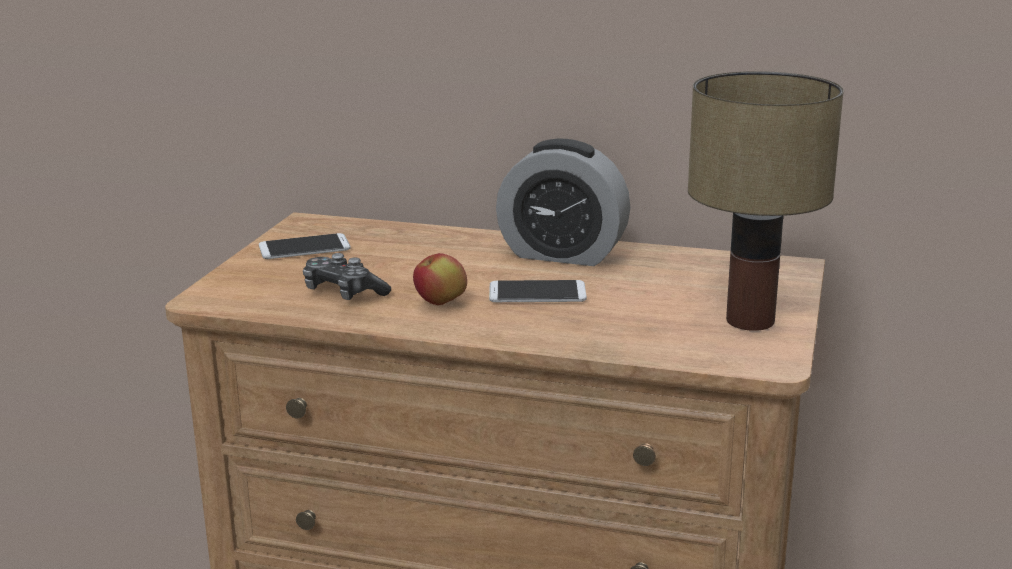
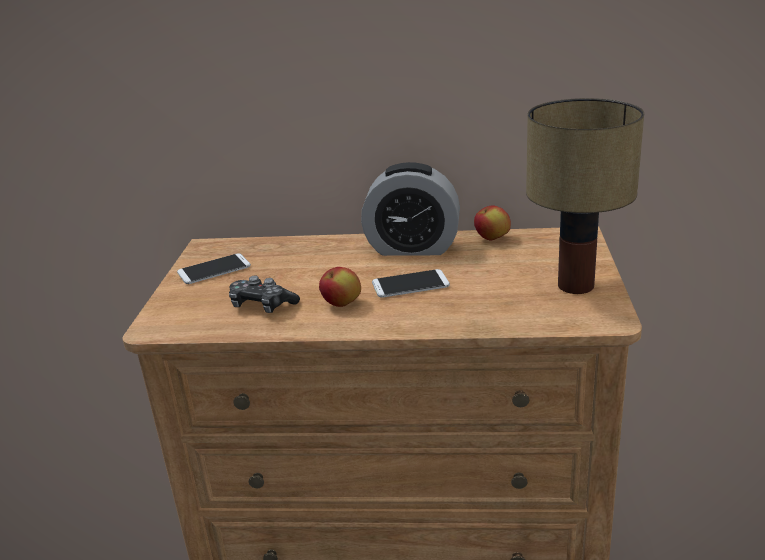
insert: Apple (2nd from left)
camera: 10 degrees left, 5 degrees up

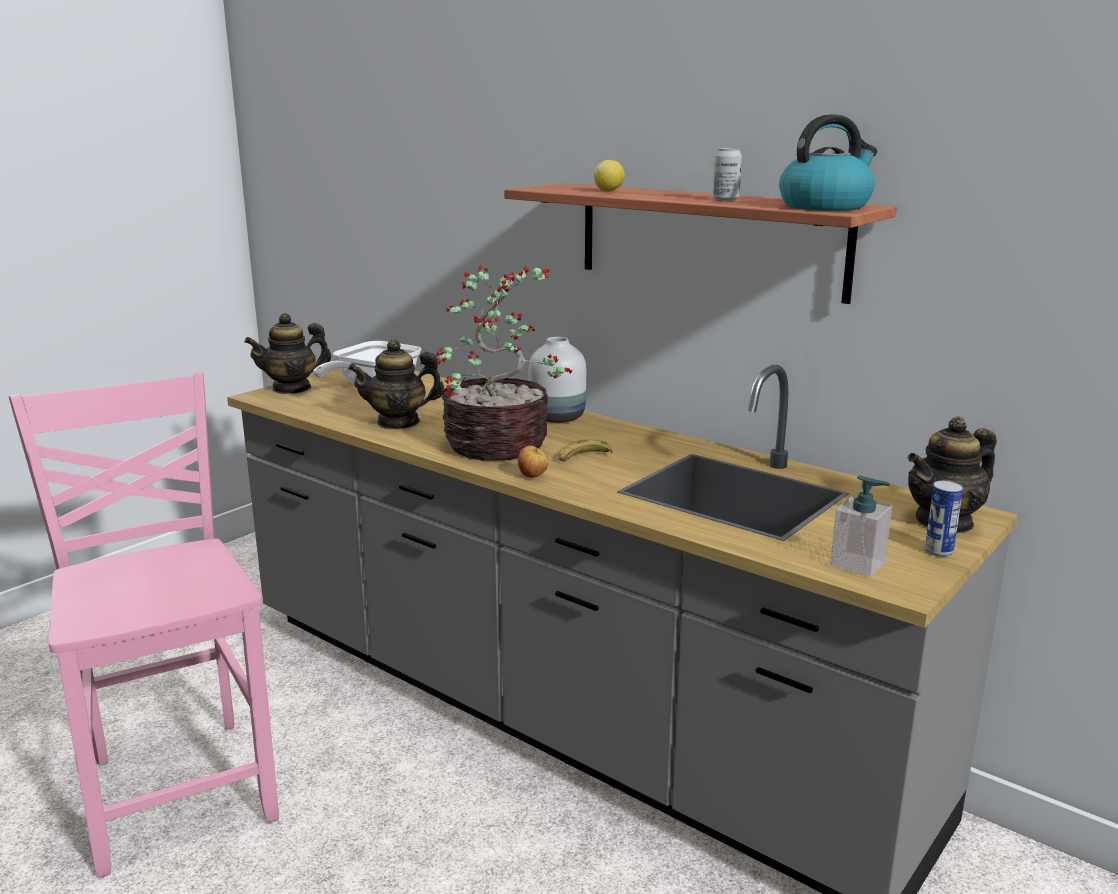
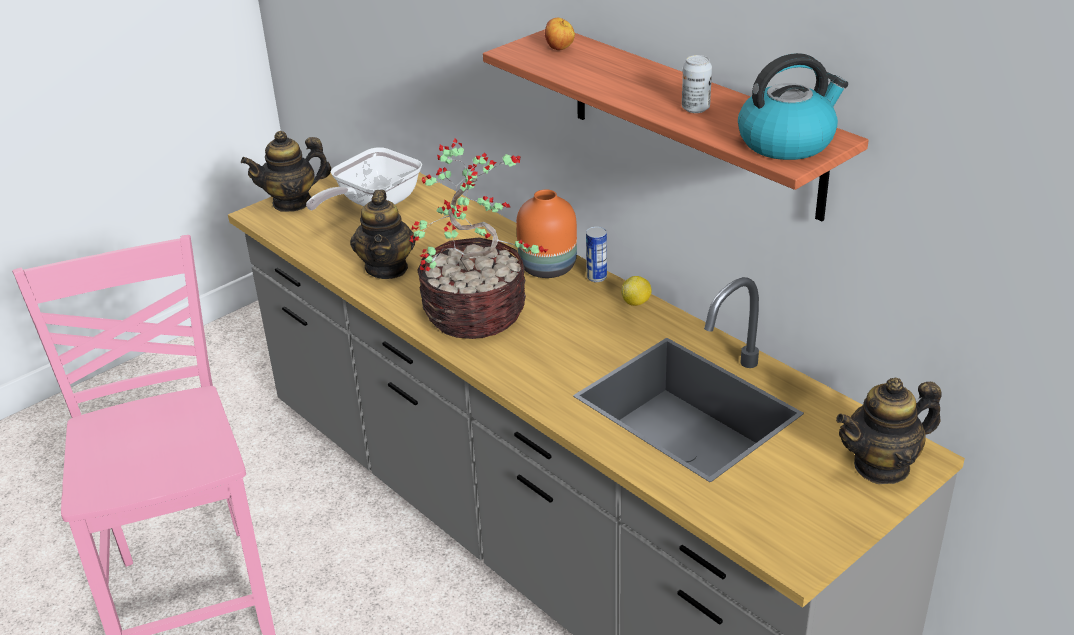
delete: Banana; SoapDispenser
move: Apple; Lemon; Can (2nd from left in the first image) to Can (1st from left)
recolor: WhiteVase to OrangeVase
rotate: Teapot (2nd from left) 90 degrees counterclockwise
camera: 10 degrees right, 15 degrees up

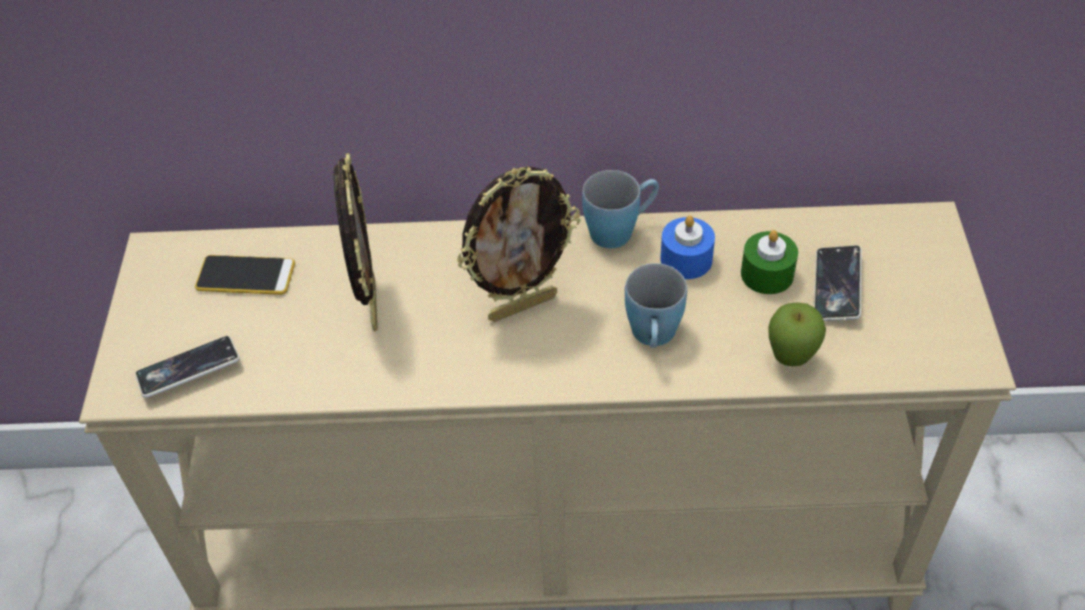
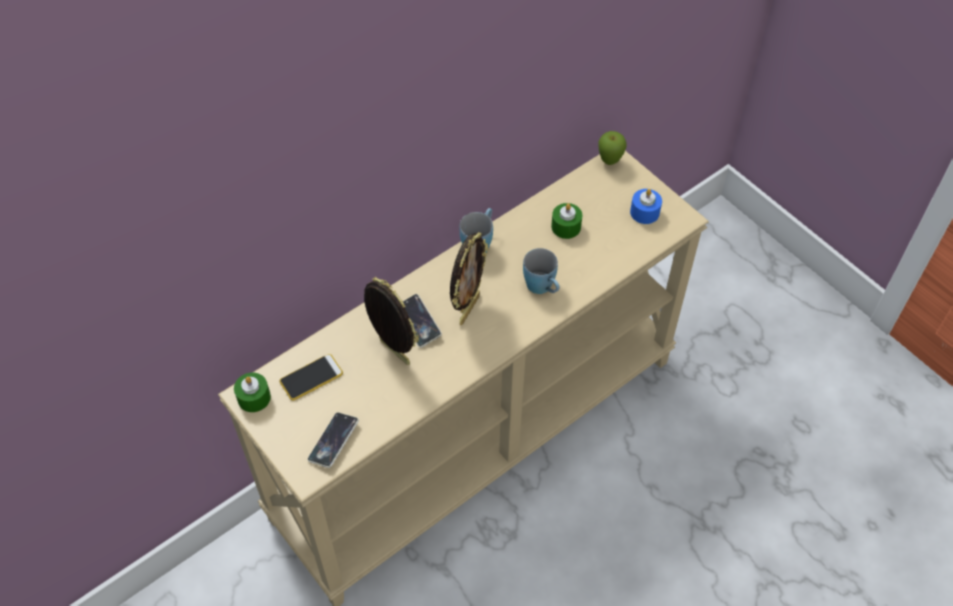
insert: GreenCandle (1st from left)
move: BlueCandle; Apple; Phone (3rd from left)
camera: 40 degrees left, 5 degrees up

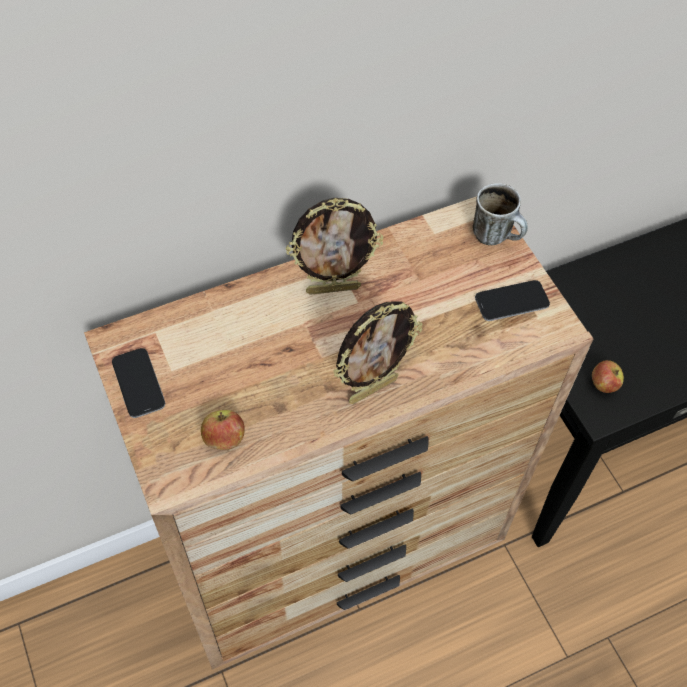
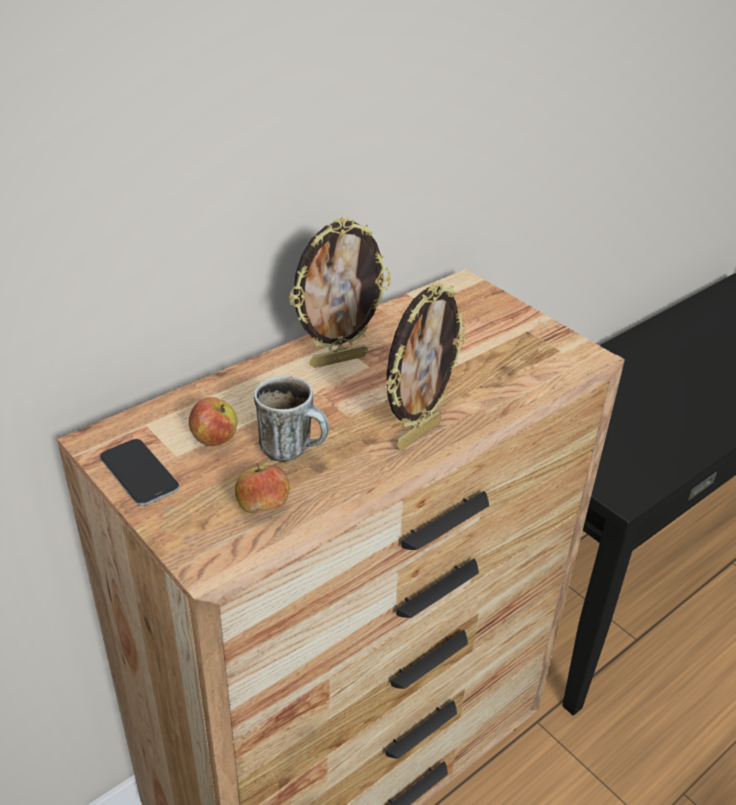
delete: Phone (2nd from left)
move: Mug; Apple (2nd from left in the first image) to Apple (1st from left)
camera: 15 degrees left, 20 degrees down

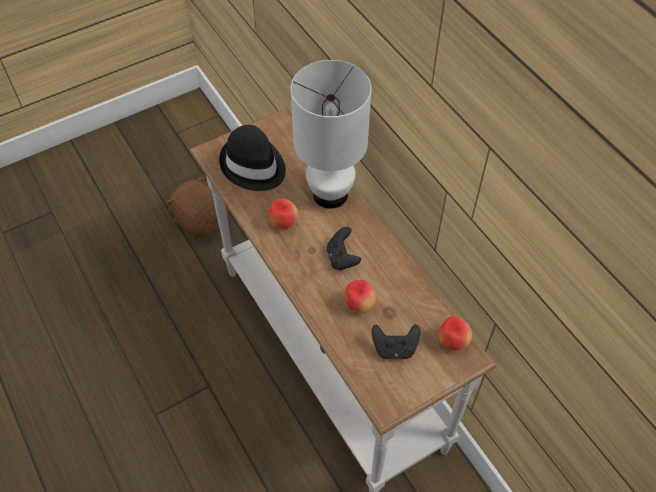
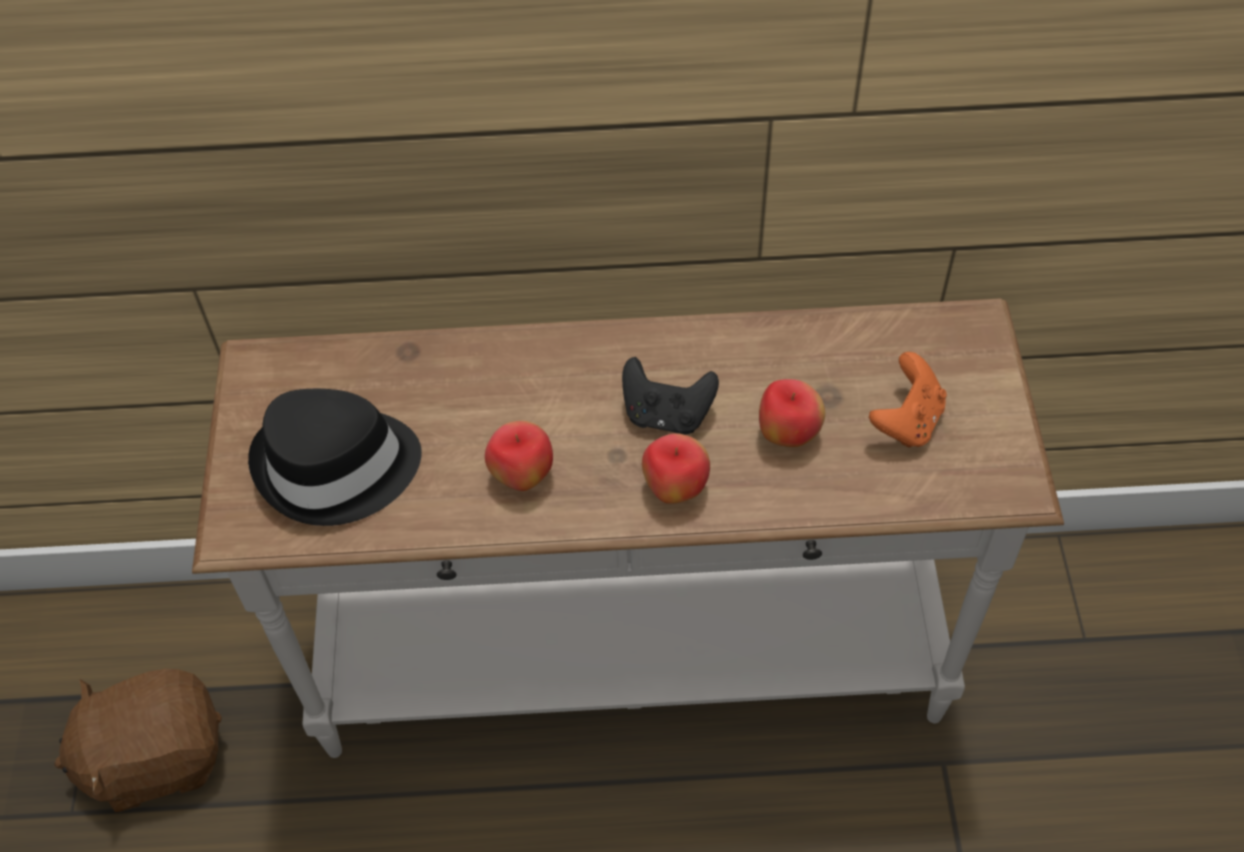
delete: WhiteTableLamp
move: Apple (3rd from left in the first image) to Apple (2nd from left)
recolor: BlackGameController (2nd from left) to OrangeGameController
camera: 60 degrees left, 0 degrees up

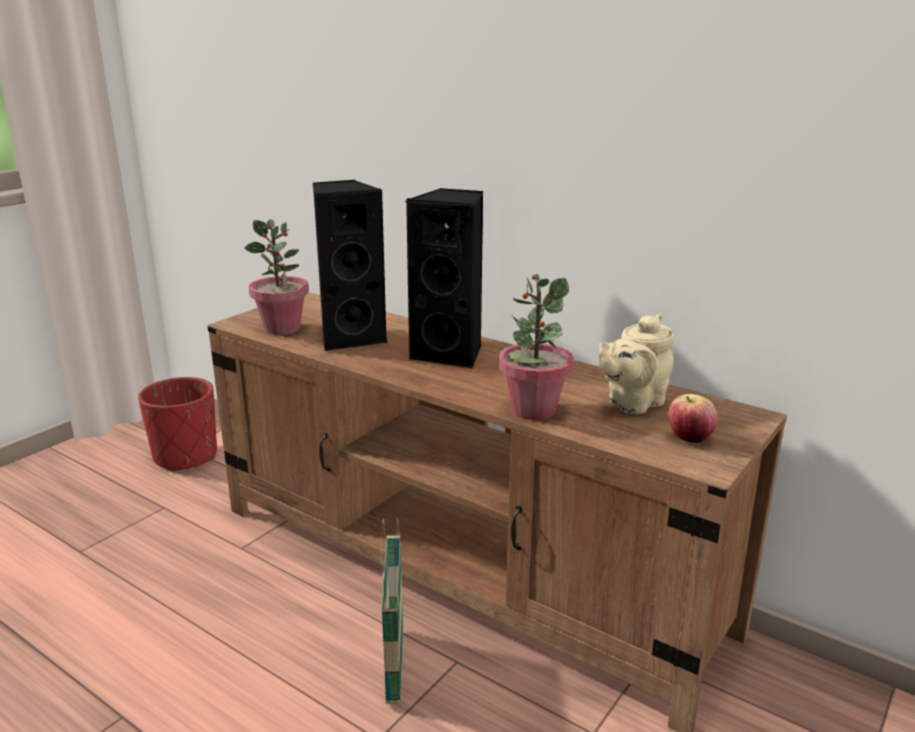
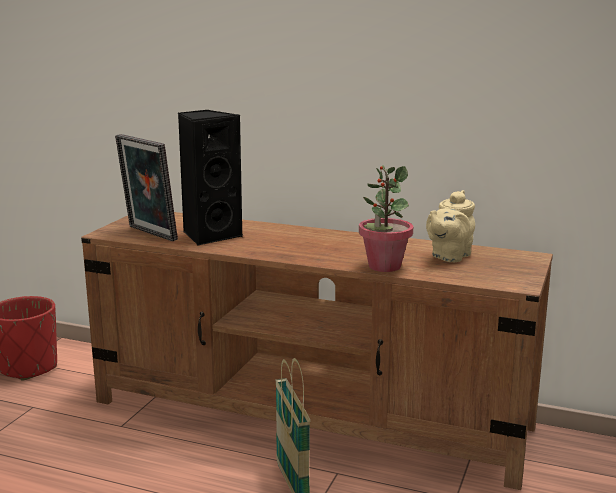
delete: BlackSpeaker (2nd from left); Apple
replace: PottedPlant (1st from left) to PictureFrame
camera: 15 degrees left, 5 degrees down

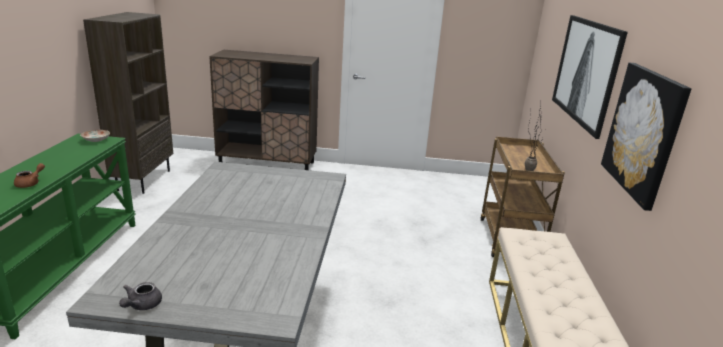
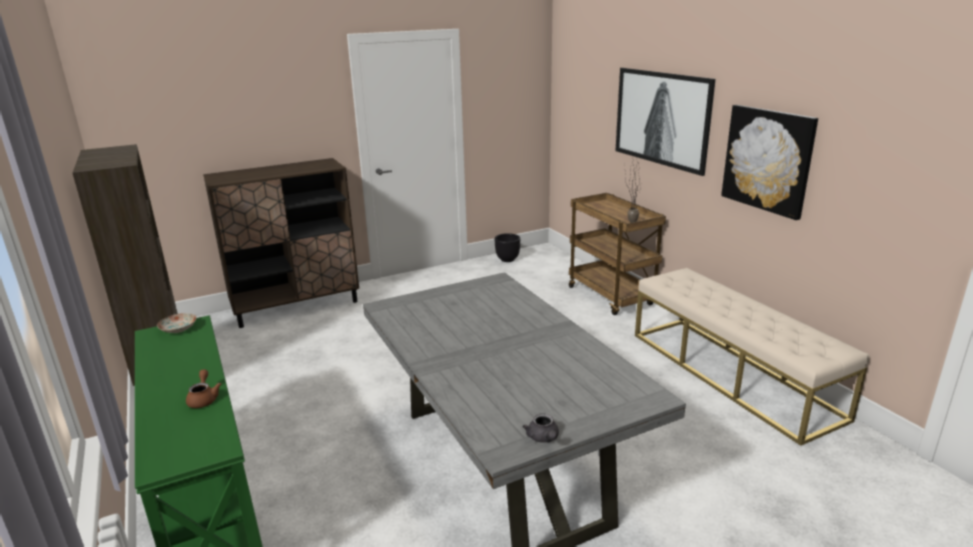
insert: BlackPlanter
camera: 30 degrees left, 0 degrees up

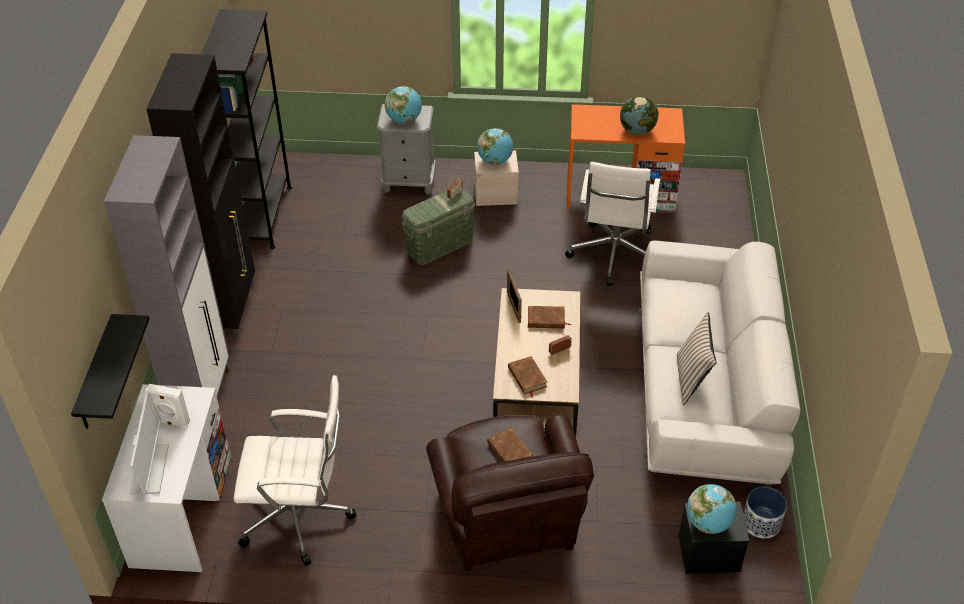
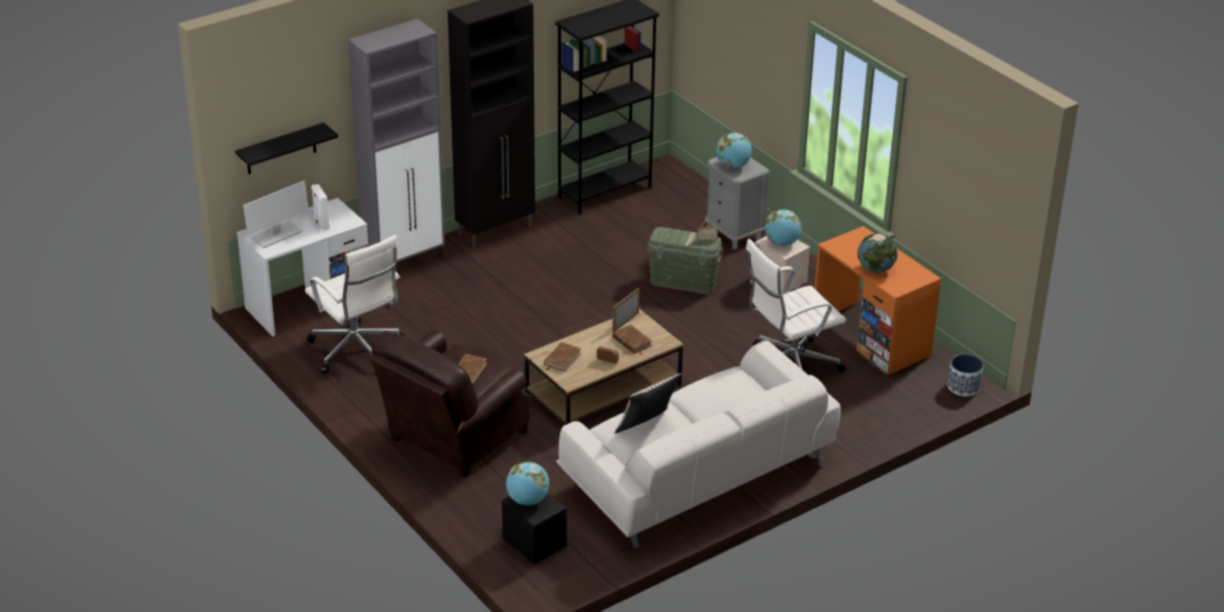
move: Planter
camera: 50 degrees right, 10 degrees down

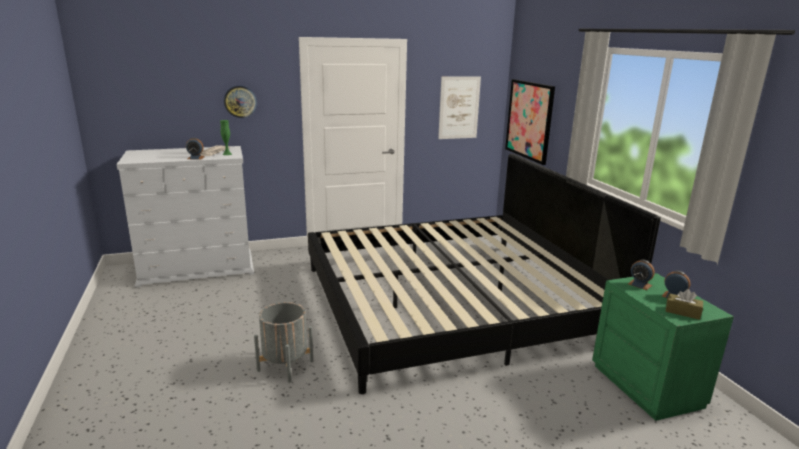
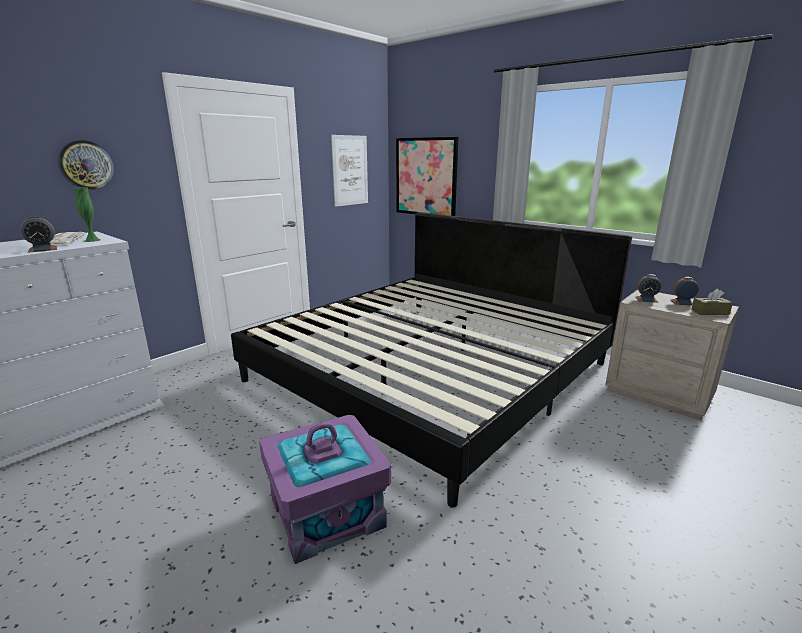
replace: GreyPlanter to PurpleStorageBox
recolor: GreenNightstand to BeigeNightstand
camera: 30 degrees left, 0 degrees up

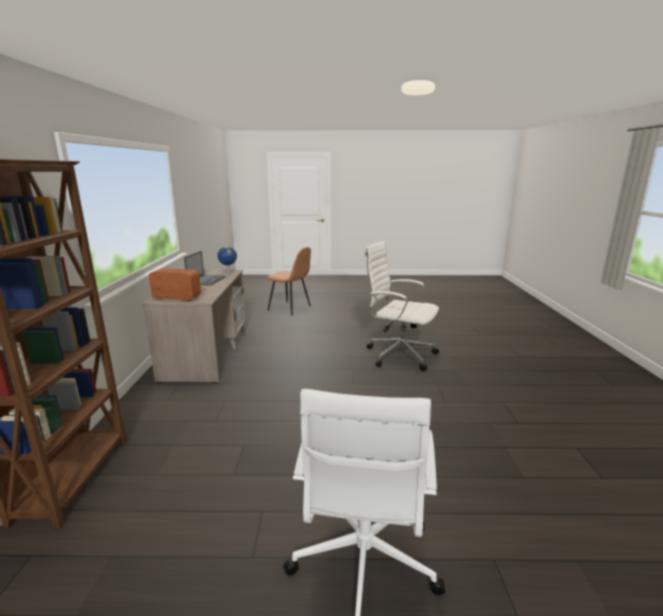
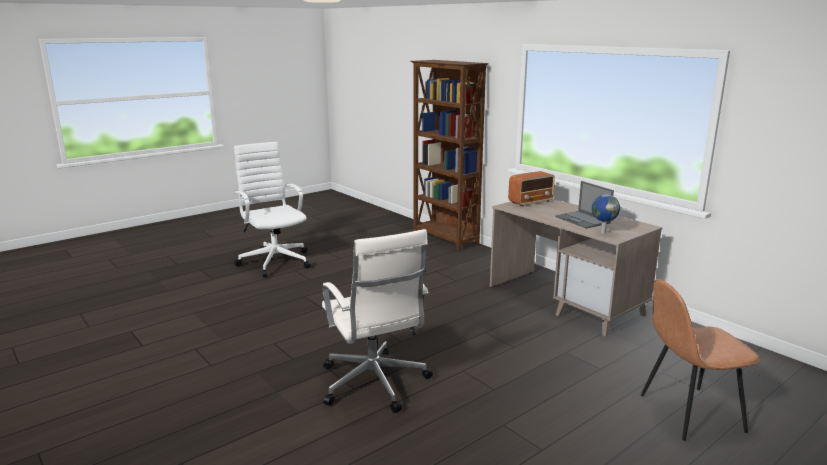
rotate: WhiteOfficeChair (2nd from left) 75 degrees clockwise
camera: 140 degrees right, 0 degrees up

